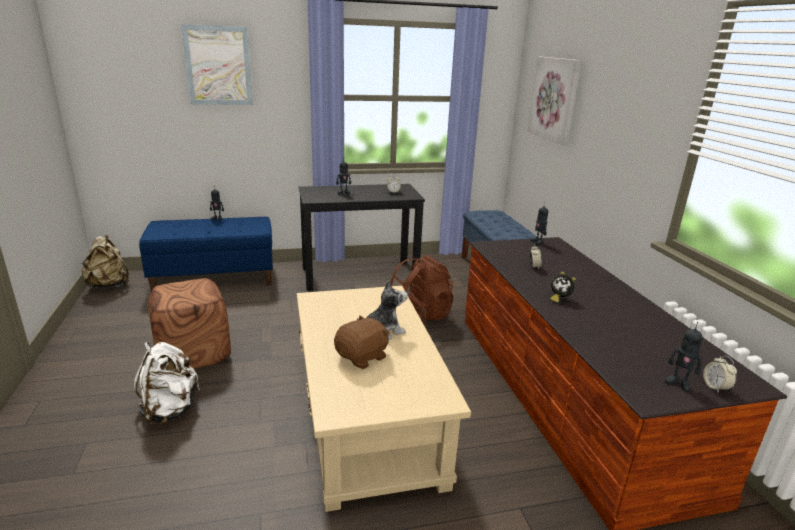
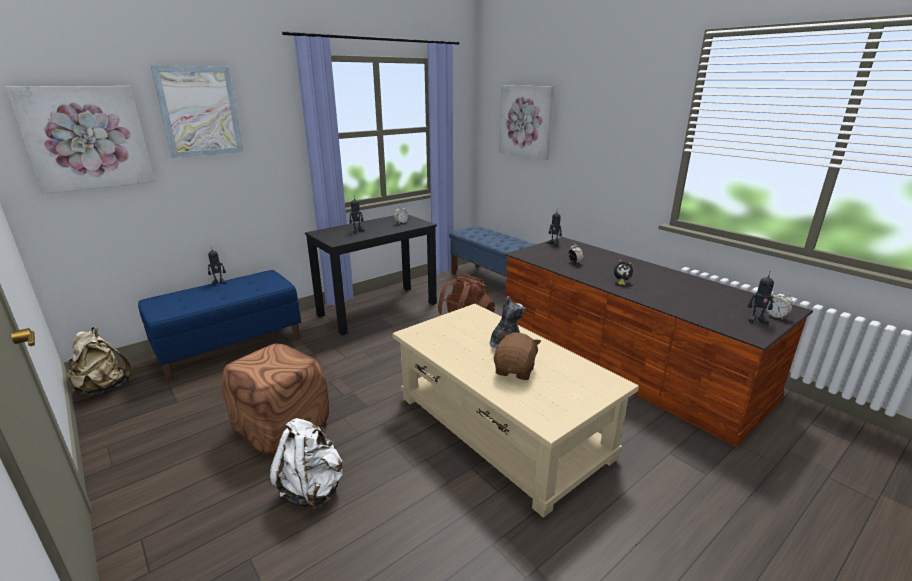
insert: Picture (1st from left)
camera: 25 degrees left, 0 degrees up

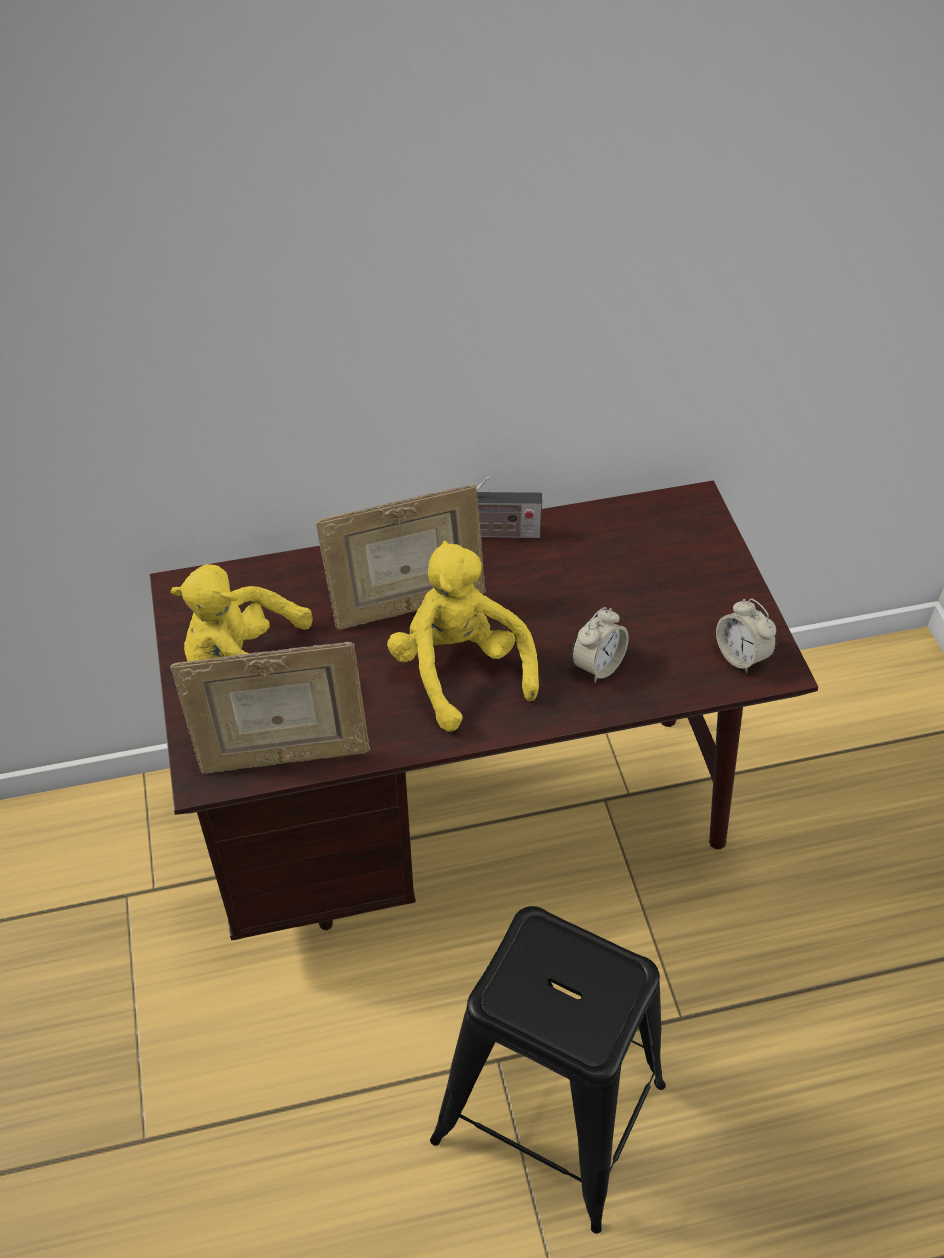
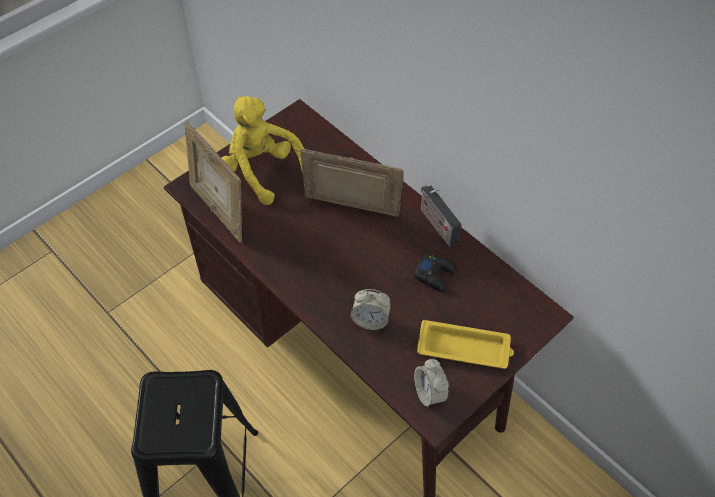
delete: YellowPlushToy (2nd from left)
insert: BlackGameController; YellowTray
rotate: PictureFrame (2nd from left) 150 degrees clockwise; AlarmClock (2nd from left) 45 degrees counterclockwise
camera: 60 degrees right, 5 degrees up

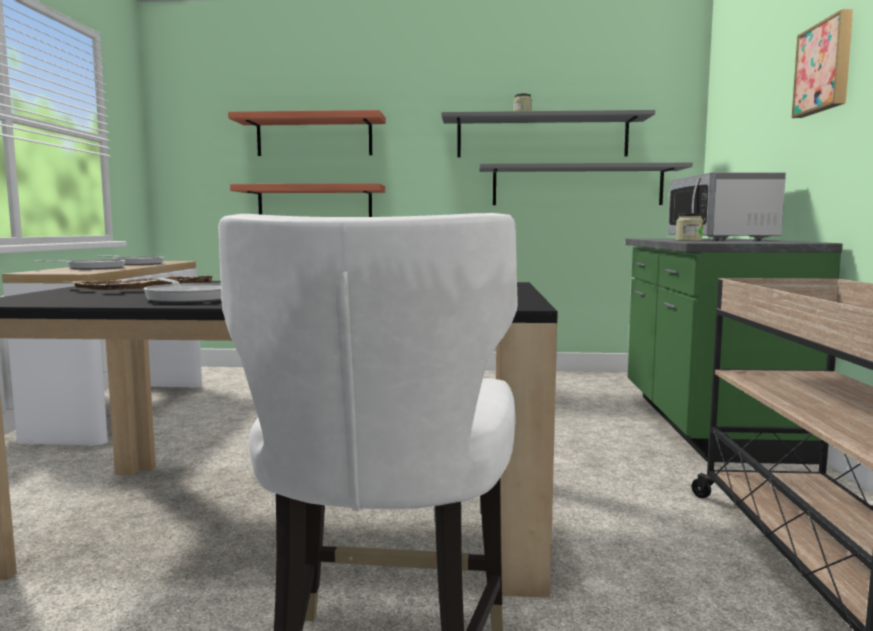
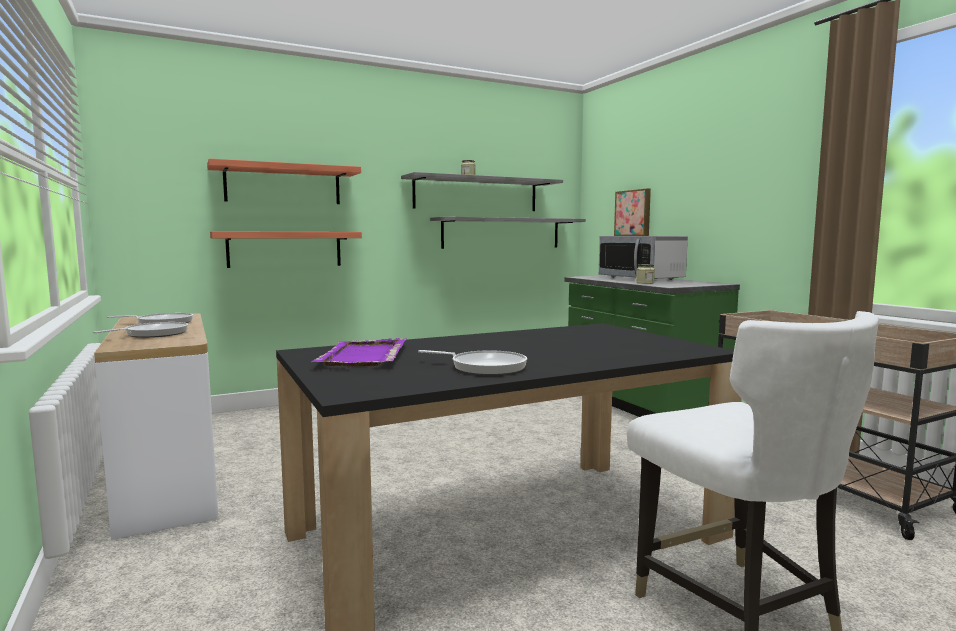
move: Picture
recolor: BeigeTray to PurpleTray
camera: 30 degrees left, 0 degrees up

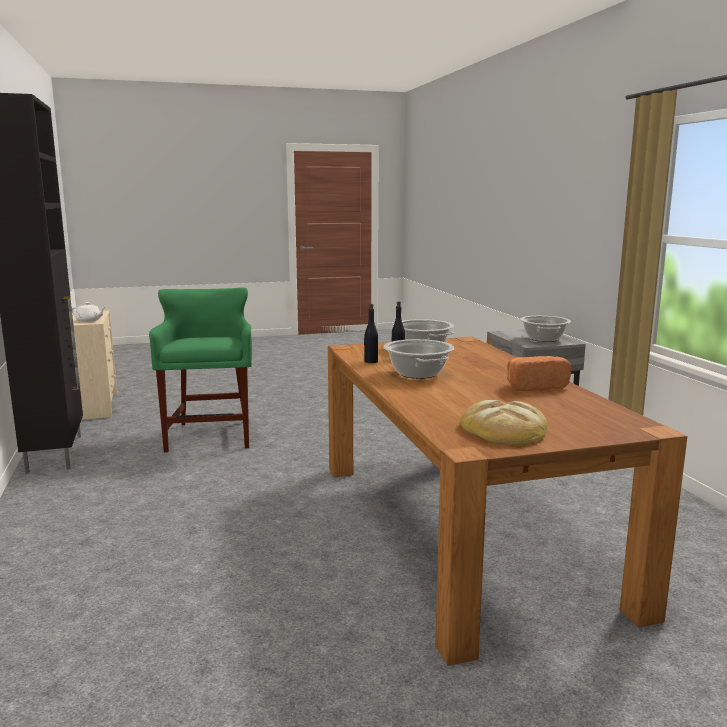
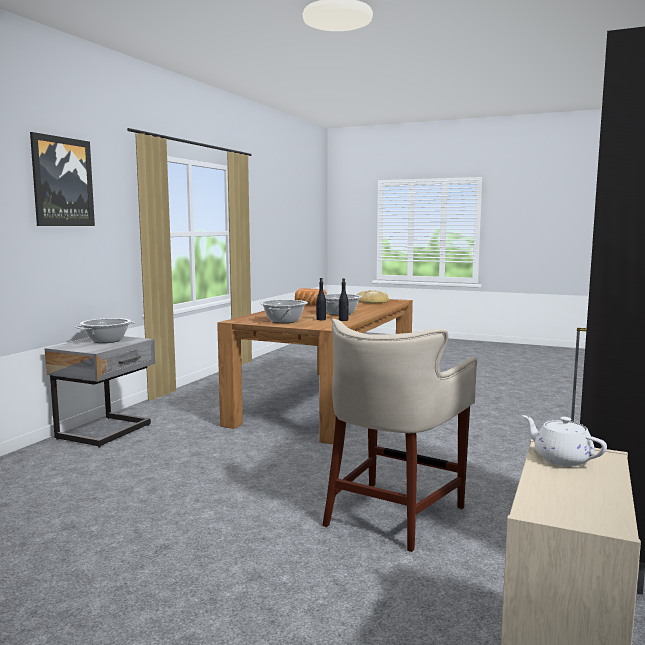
insert: Picture
recolor: GreenStool to BeigeStool
camera: 140 degrees left, 5 degrees down

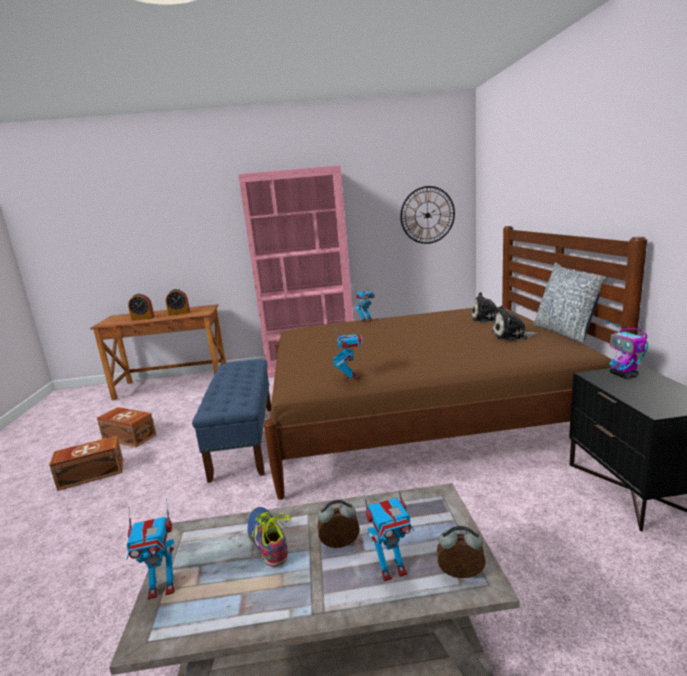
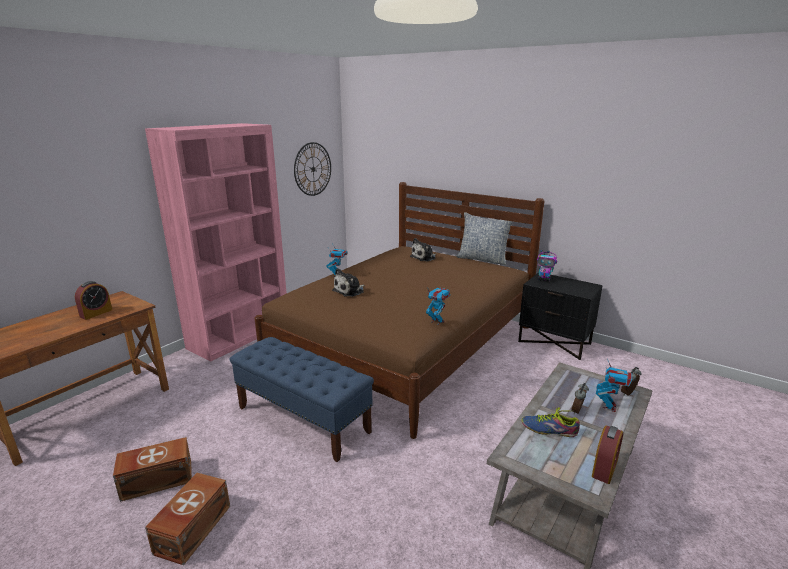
delete: ToyRobot (1st from left)
move: AlarmClock (1st from left in the first image) to AlarmClock (3rd from left); PlushToy (2nd from left in the first image) to PlushToy (1st from left)
camera: 50 degrees left, 5 degrees up

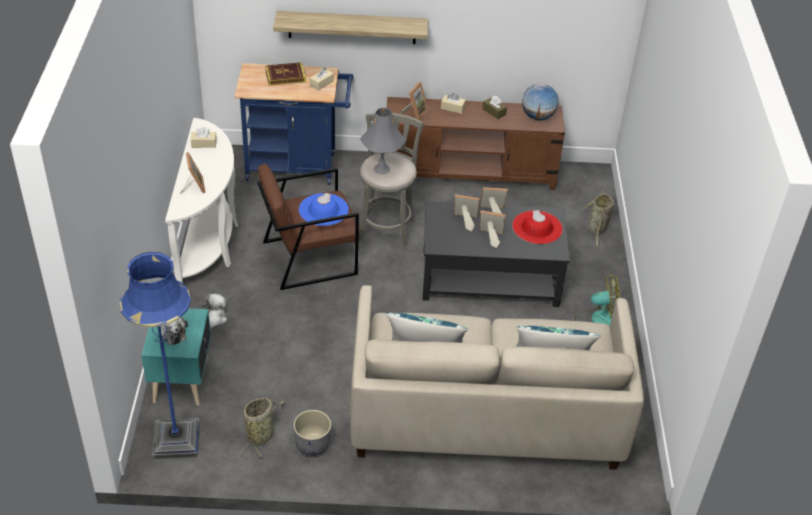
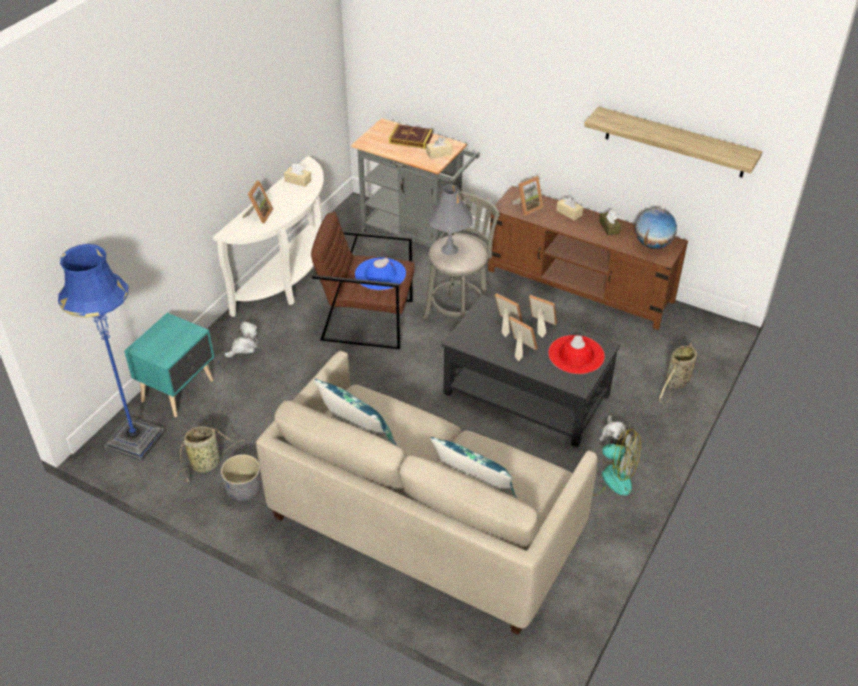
move: PlushToy (1st from left in the first image) to PlushToy (2nd from left); Shelf
recolor: BlueCart to GreyCart
camera: 30 degrees right, 0 degrees up

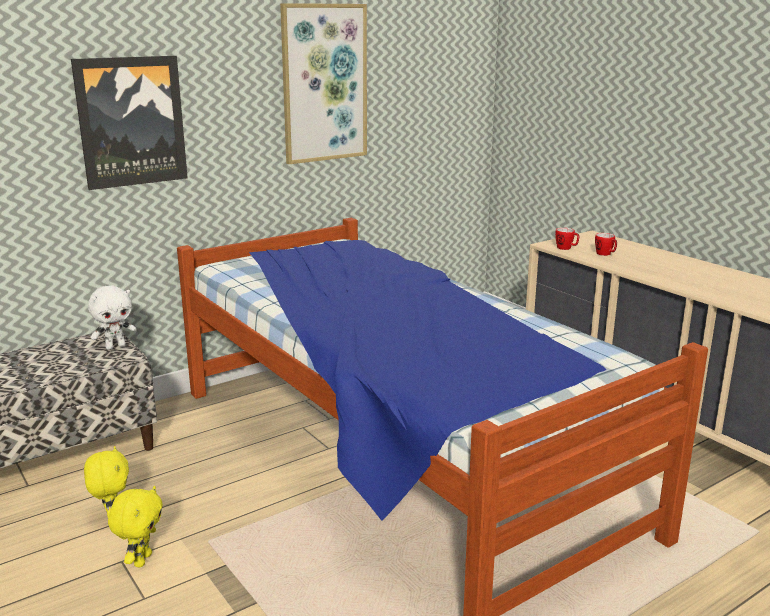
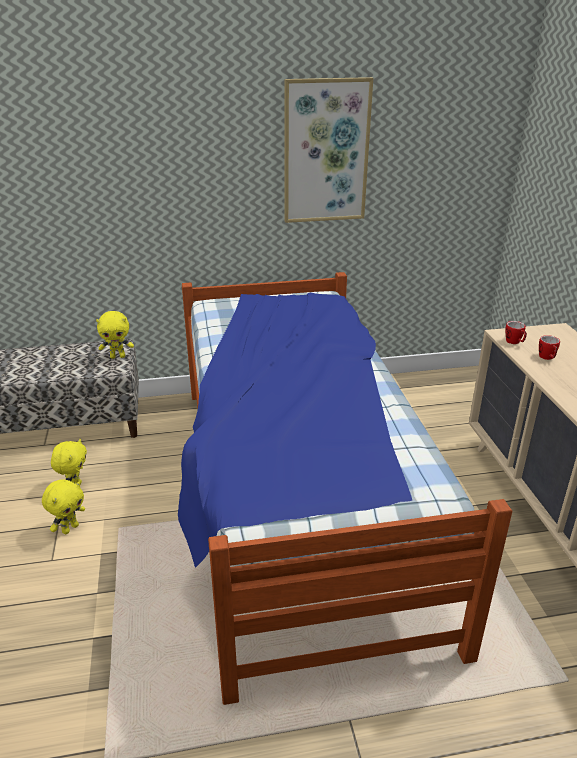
delete: Picture (1st from left)
recolor: WhitePlushToy to YellowPlushToy (3rd from left)
camera: 25 degrees right, 10 degrees up

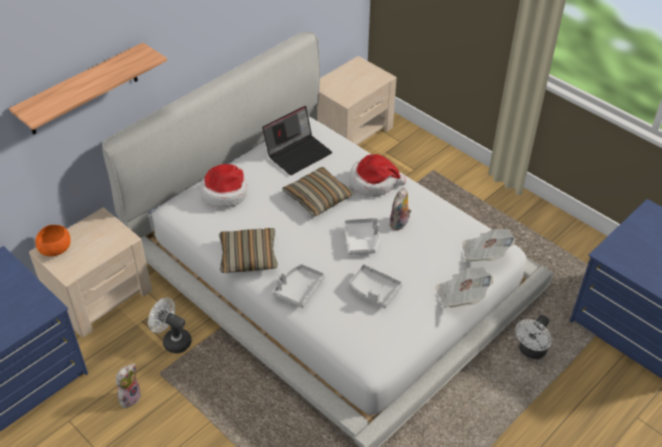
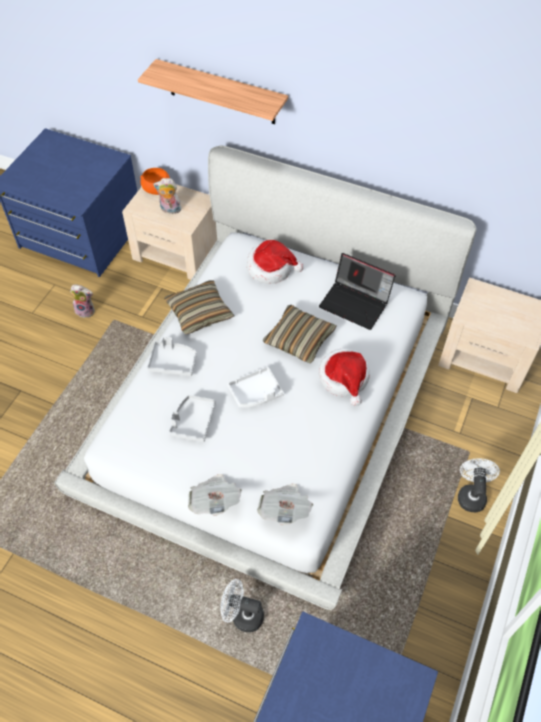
move: WhiteFan (1st from left in the first image) to WhiteFan (2nd from left); PlushToy (2nd from left)
camera: 70 degrees right, 10 degrees up

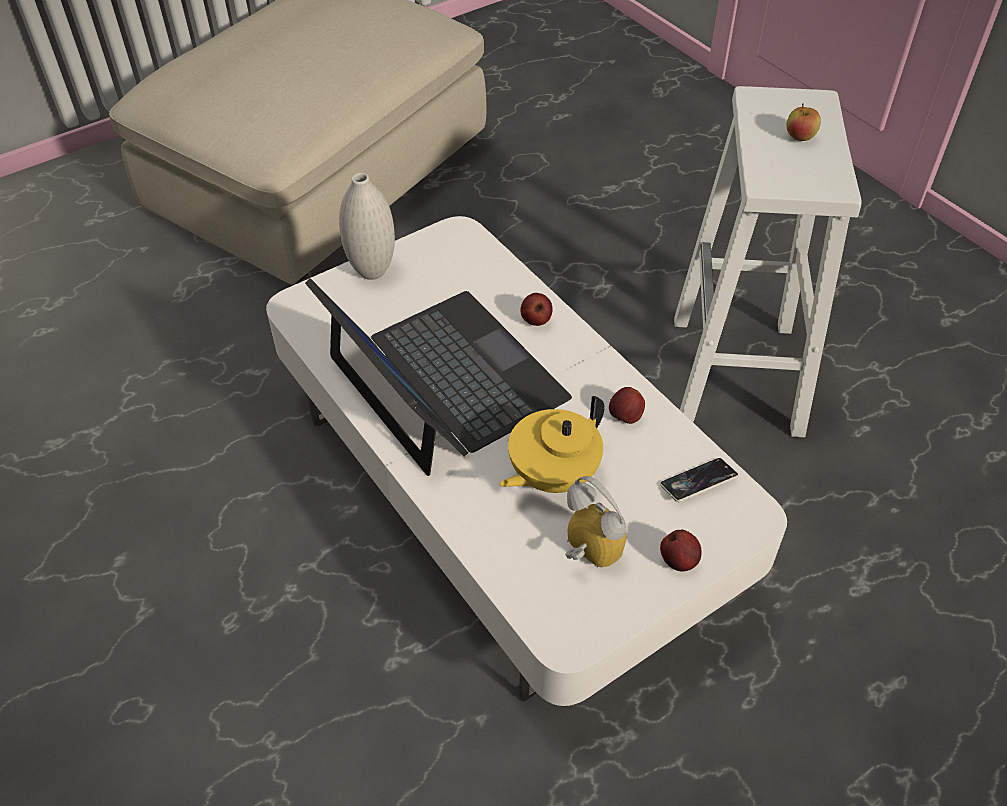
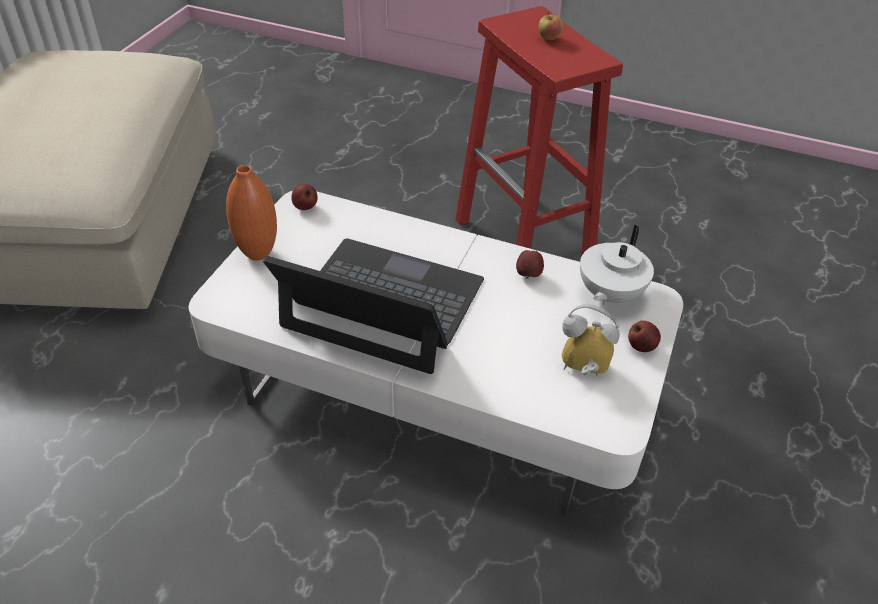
delete: YellowTeapot
move: Apple (1st from left)
replace: Phone to WhiteTeapot
recolor: WhiteVase to OrangeVase; WhiteStool to RedStool
camera: 35 degrees left, 5 degrees down

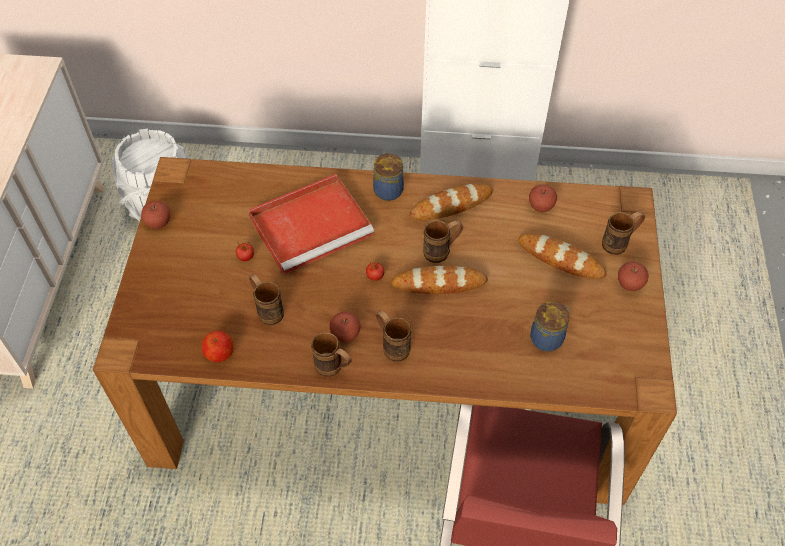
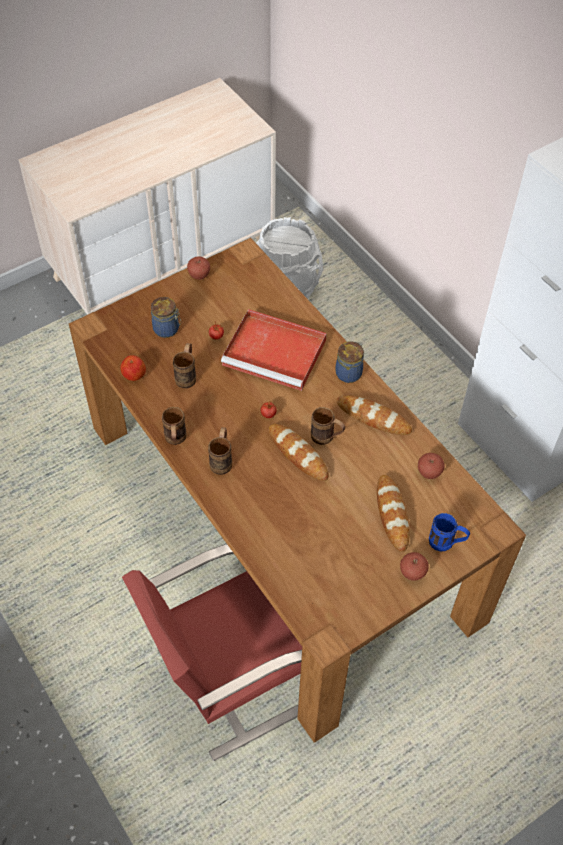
delete: Apple (3rd from left)
move: Jar (2nd from left in the first image) to Jar (1st from left)
recolor: BrownMug (5th from left) to BlueMug
camera: 50 degrees right, 0 degrees up

